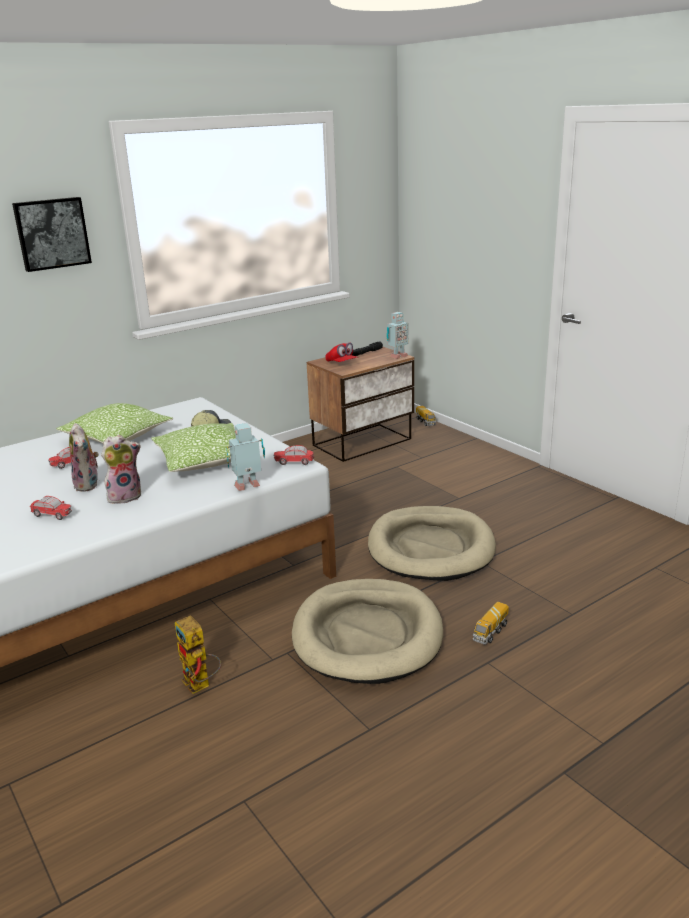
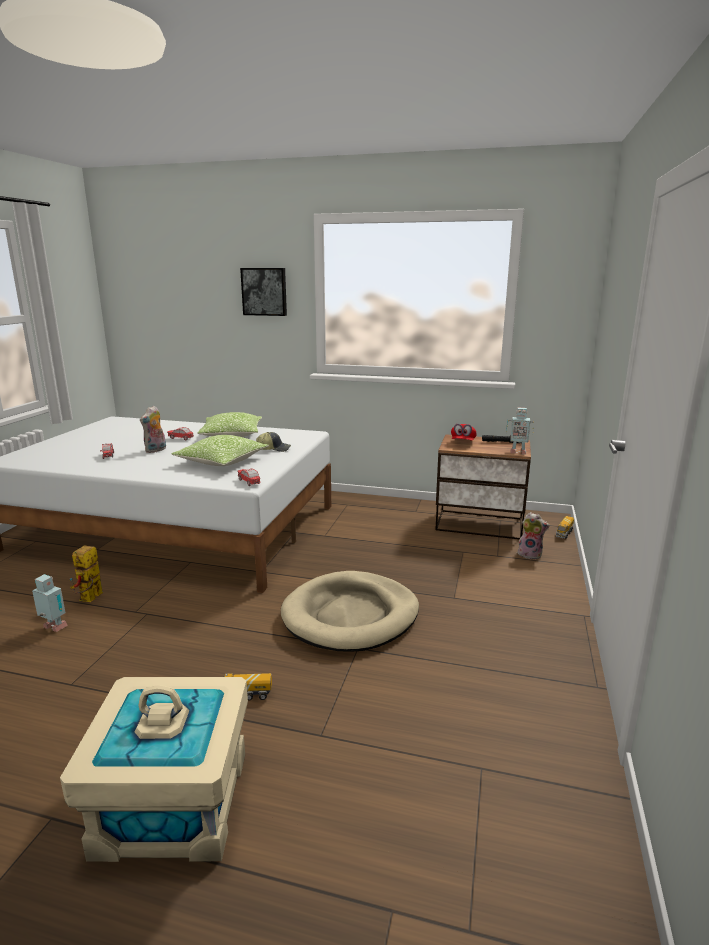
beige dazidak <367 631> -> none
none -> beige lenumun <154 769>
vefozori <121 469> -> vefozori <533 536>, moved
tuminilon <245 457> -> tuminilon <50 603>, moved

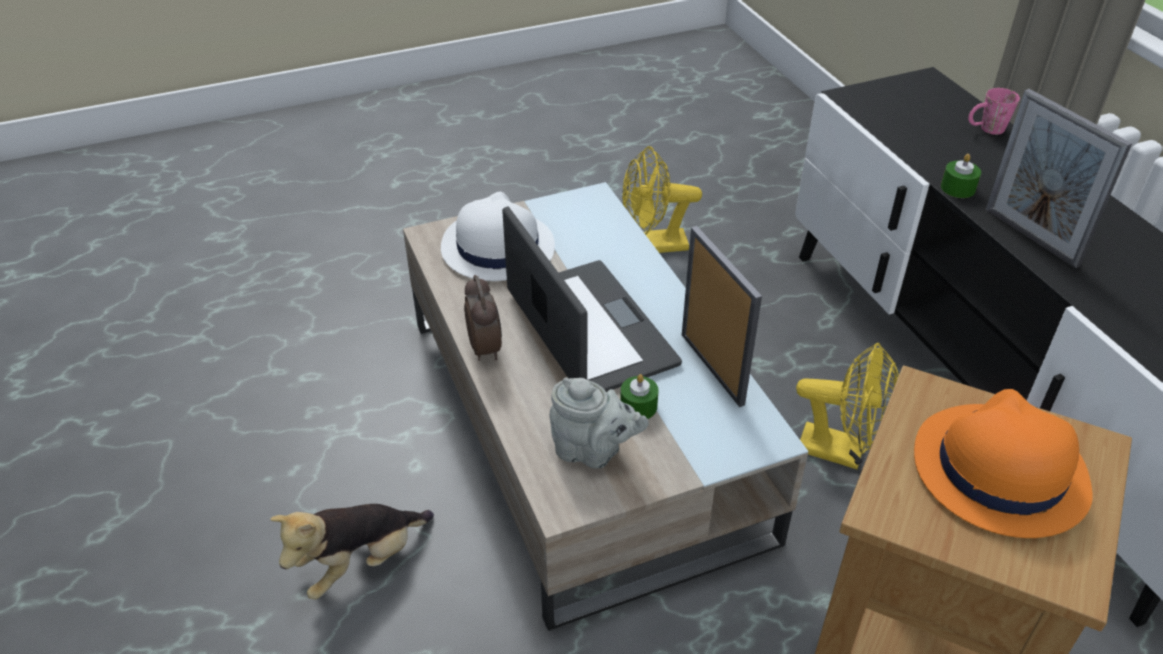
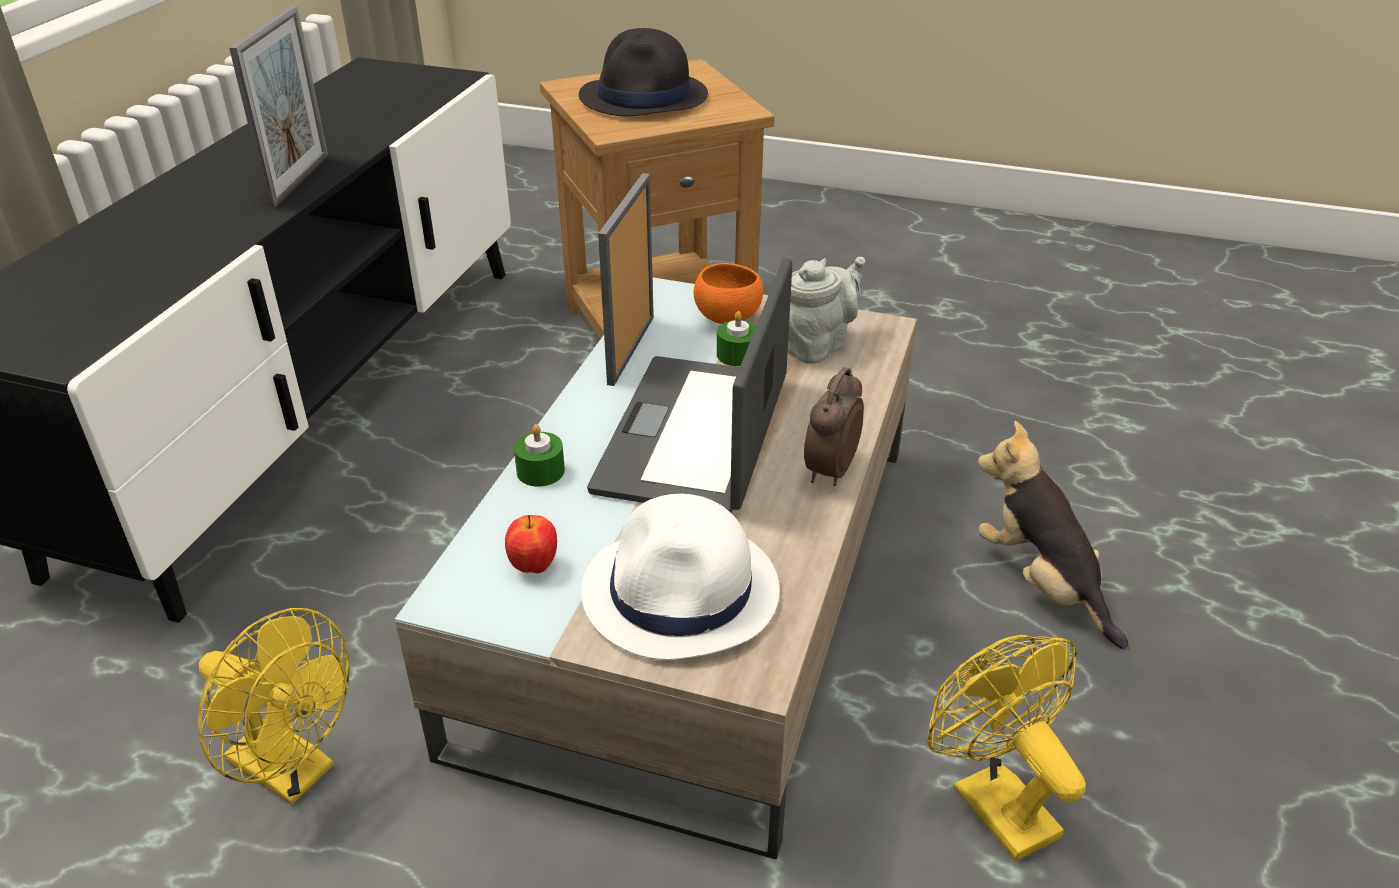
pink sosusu <994 111> -> none
none -> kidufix <531 544>
none -> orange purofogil <728 293>
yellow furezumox <847 406> -> yellow furezumox <1006 748>, moved
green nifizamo <961 176> -> green nifizamo <539 455>, moved
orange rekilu <1003 463> -> black rekilu <643 72>
vefozori <352 552> -> vefozori <1053 535>, 120 degrees counterclockwise
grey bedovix <599 423> -> grey bedovix <826 310>, 75 degrees clockwise

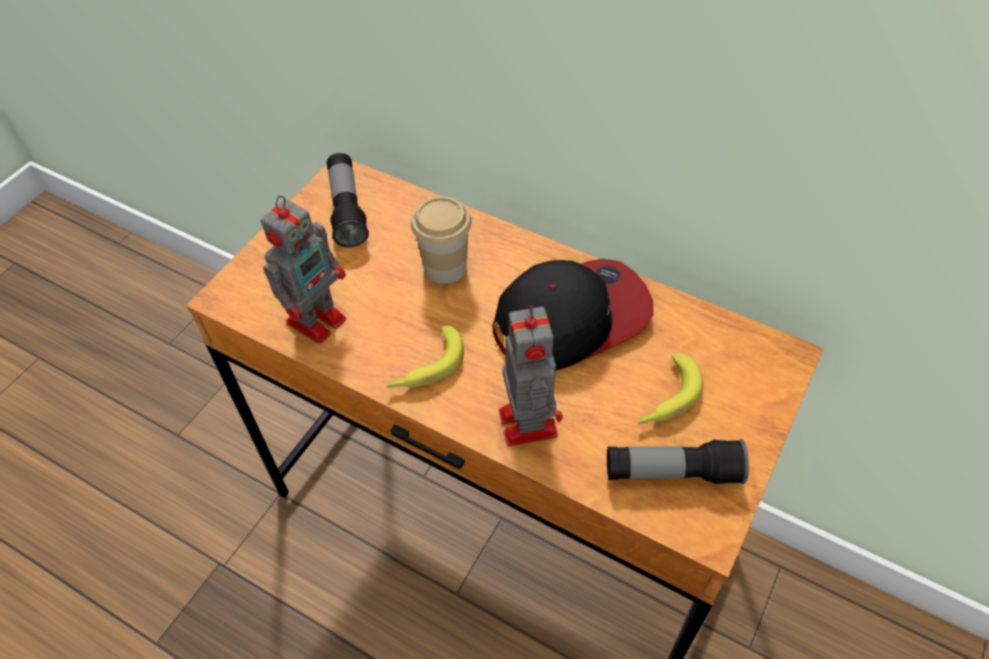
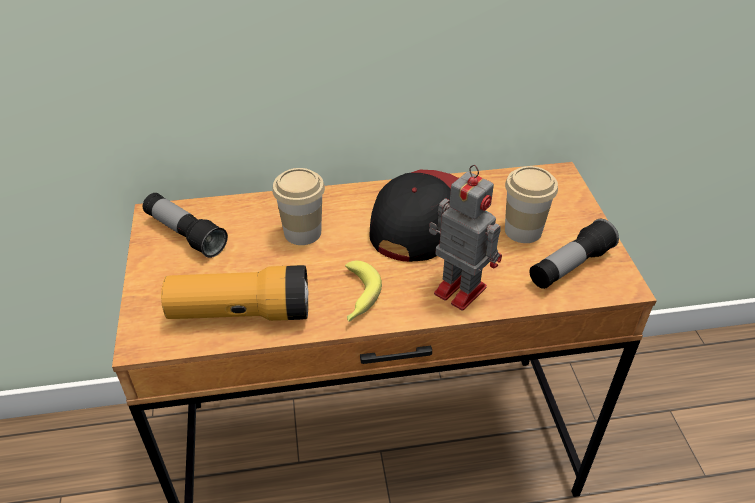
tuminilon <303 270> -> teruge <234 293>
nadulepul <670 388> -> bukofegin <531 204>

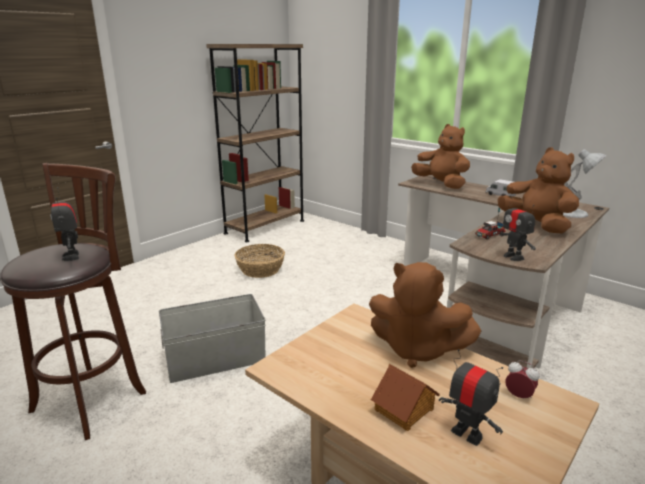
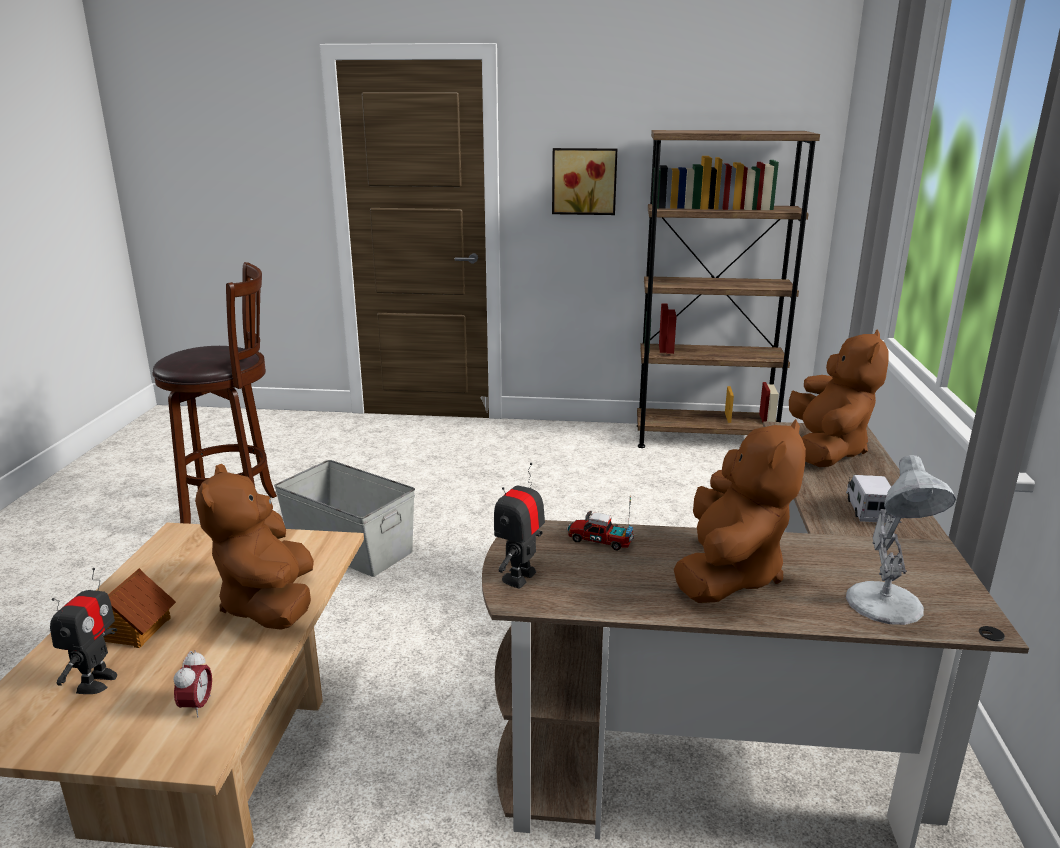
tuminilon <64 224> -> none
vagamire <259 261> -> none
none -> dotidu <584 181>

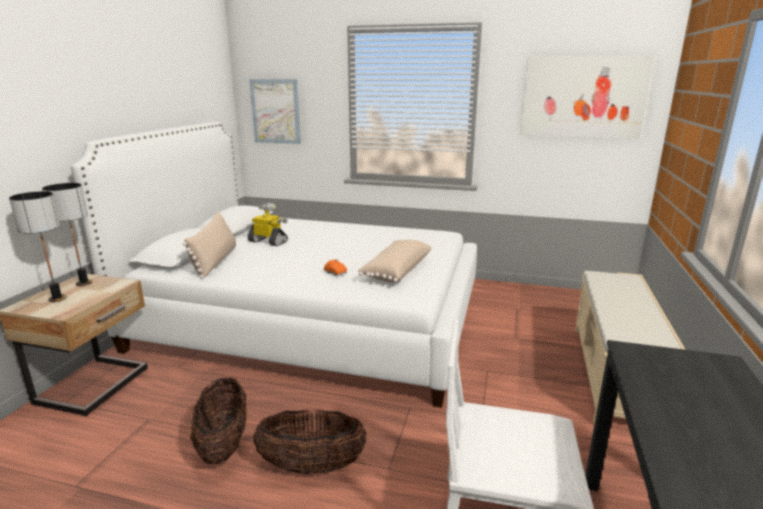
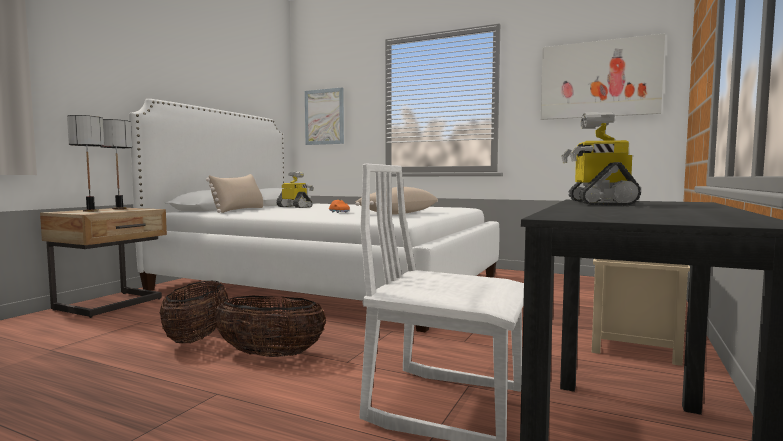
none -> tuminilon <601 159>

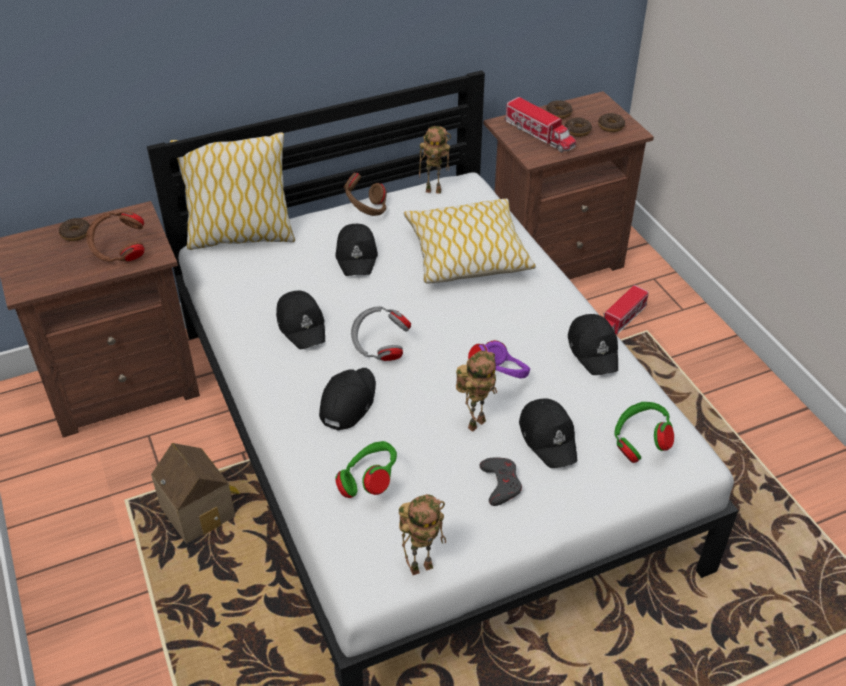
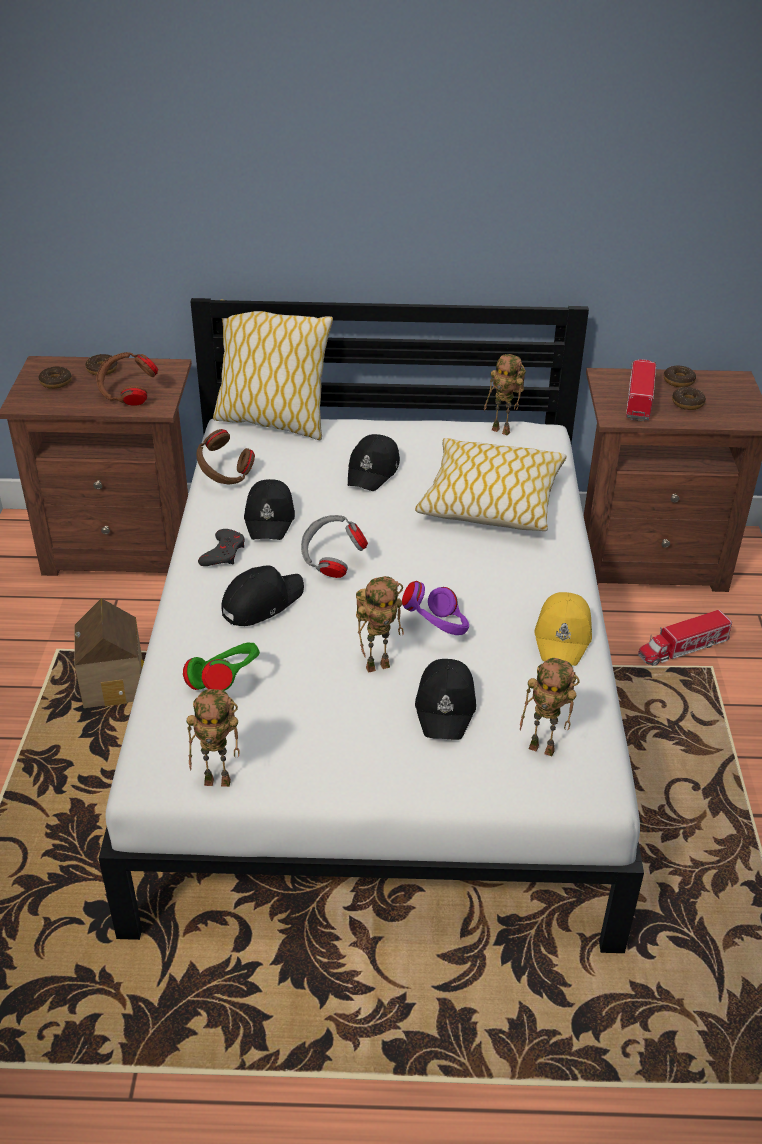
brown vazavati <365 194> -> brown vazavati <225 456>, moved
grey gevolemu <500 482> -> grey gevolemu <221 547>, moved
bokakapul <611 122> -> bokakapul <55 377>, moved
green vazavati <644 432> -> tuminilon <550 707>
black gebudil <593 344> -> yellow gebudil <563 629>
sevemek <540 124> -> sevemek <641 390>, 150 degrees counterclockwise

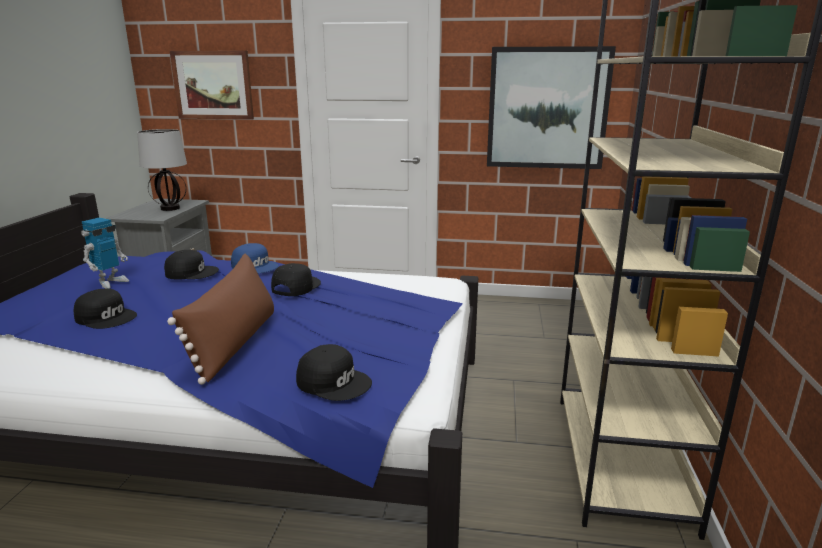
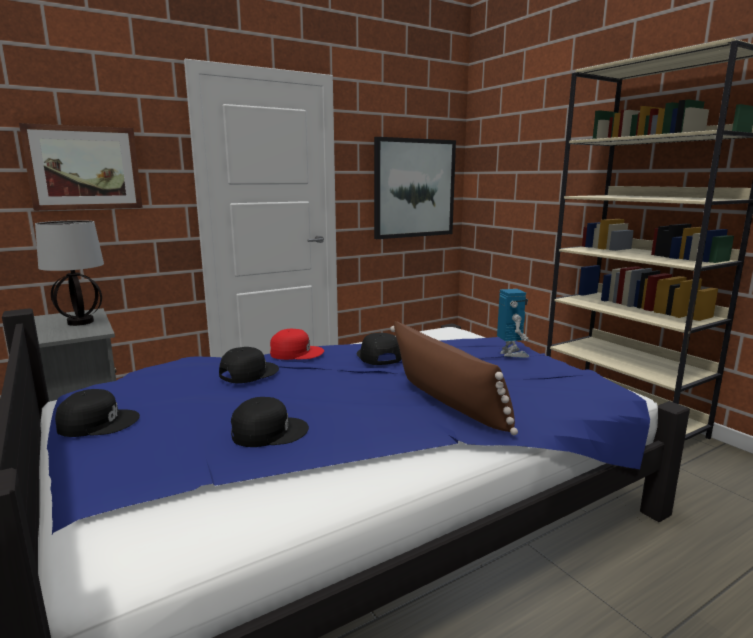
tuminilon <105 253> -> tuminilon <513 323>, moved
black gebudil <334 372> -> black gebudil <97 413>, moved
blue gebudil <255 258> -> red gebudil <297 344>

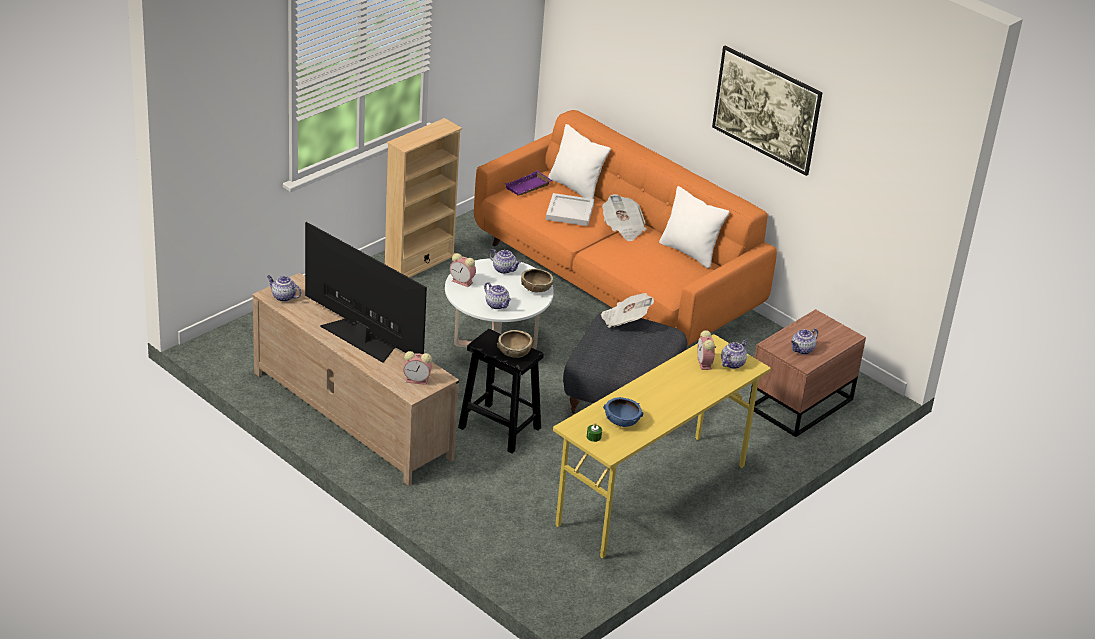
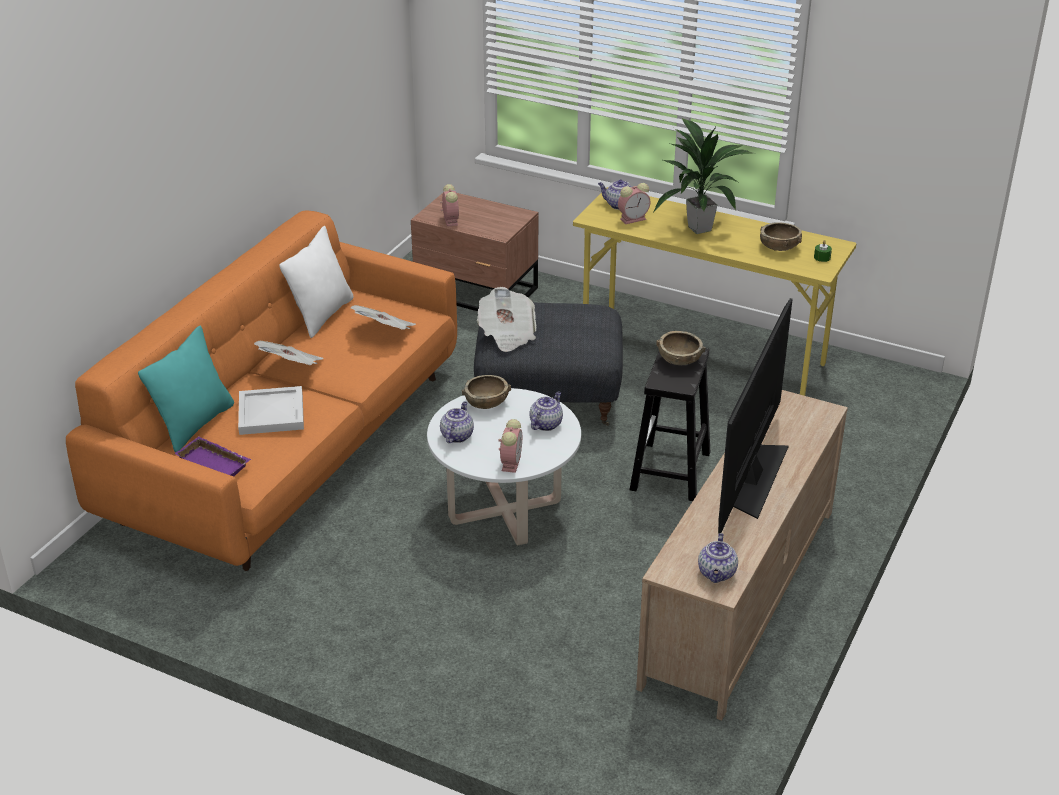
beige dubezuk <423 198> -> none
dotidu <767 111> -> none
bedovix <804 341> -> none
none -> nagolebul <383 317>
none -> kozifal <703 176>
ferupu <417 368> -> ferupu <449 205>, moved
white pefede <579 161> -> turquoise pefede <186 389>
blue purofogil <623 412> -> brown purofogil <781 236>

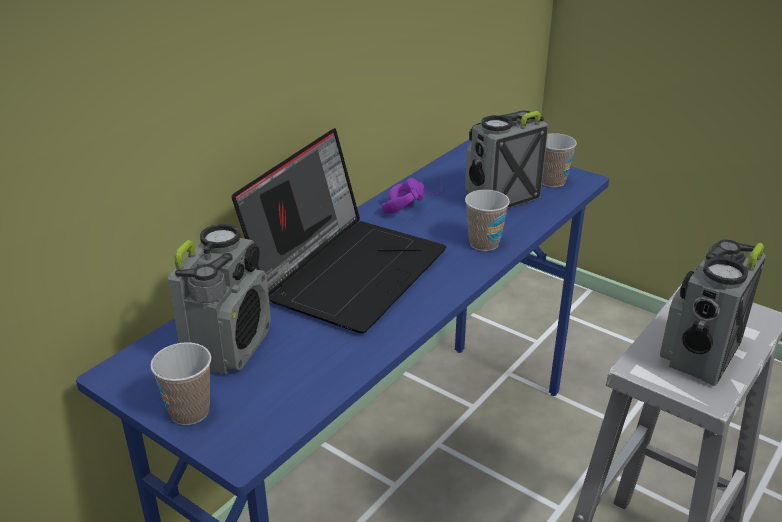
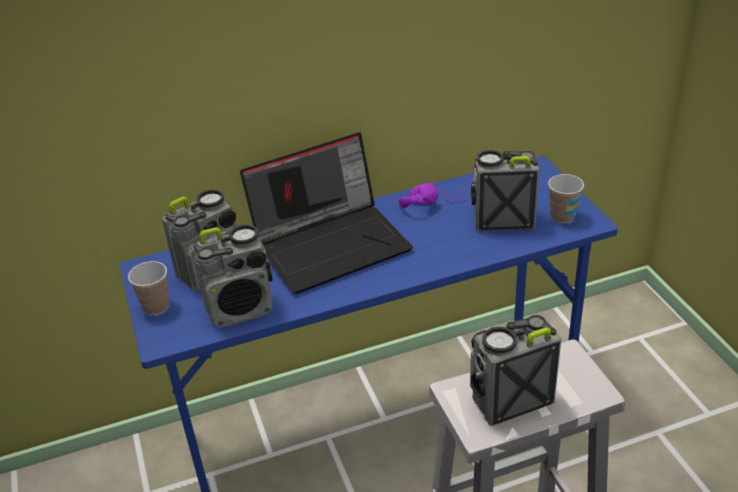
bukofegin <487 220> -> none
none -> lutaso <232 275>

